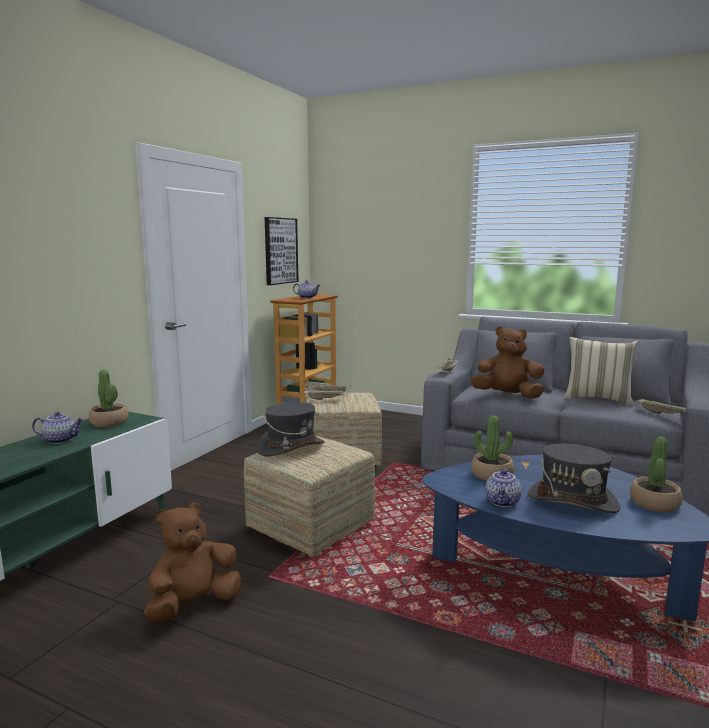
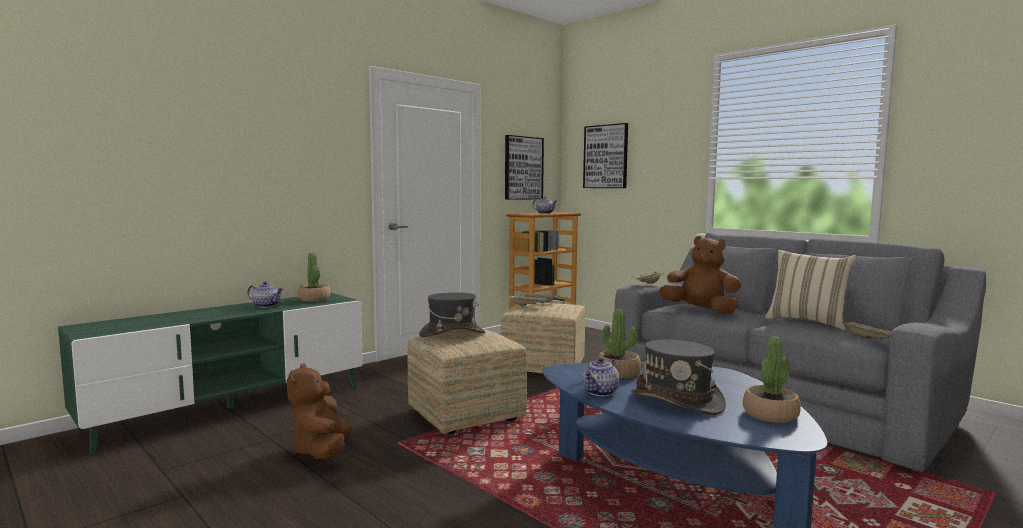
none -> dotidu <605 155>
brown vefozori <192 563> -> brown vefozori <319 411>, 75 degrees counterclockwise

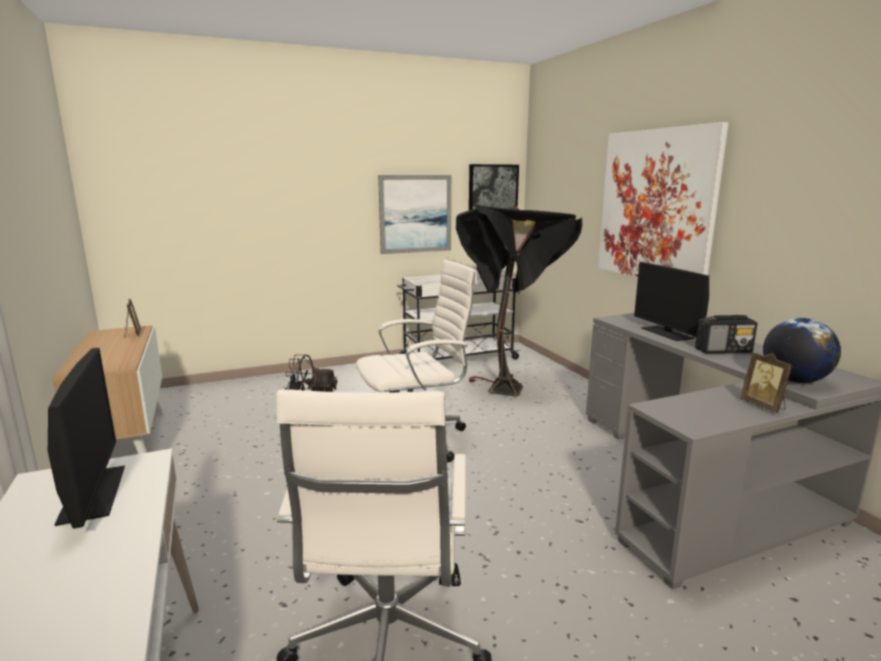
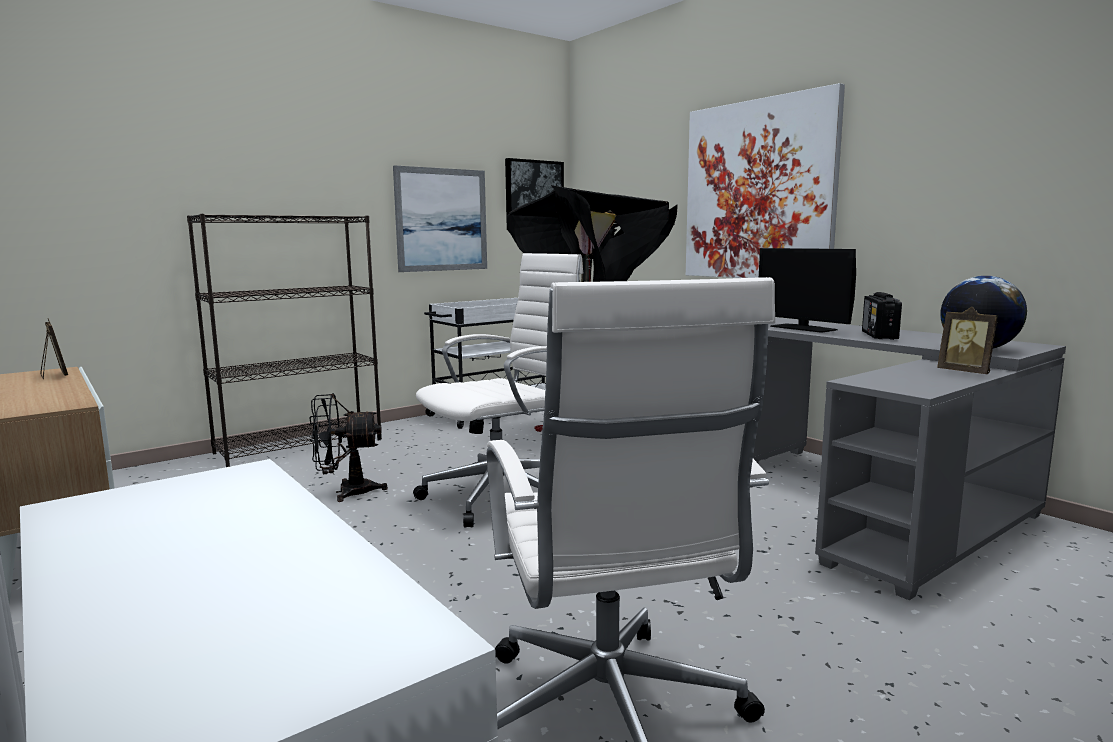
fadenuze <86 438> -> none
none -> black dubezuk <284 340>
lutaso <726 334> -> lutaso <882 316>, 120 degrees clockwise

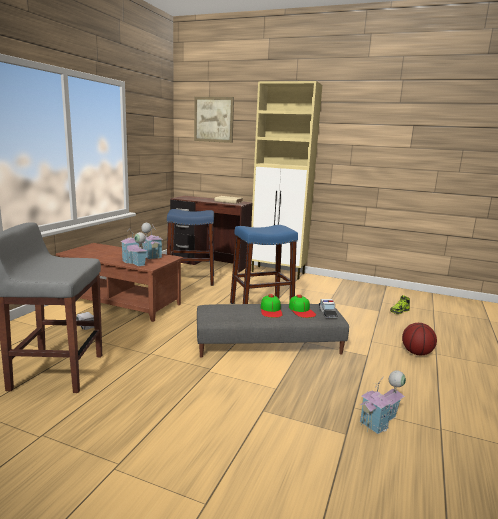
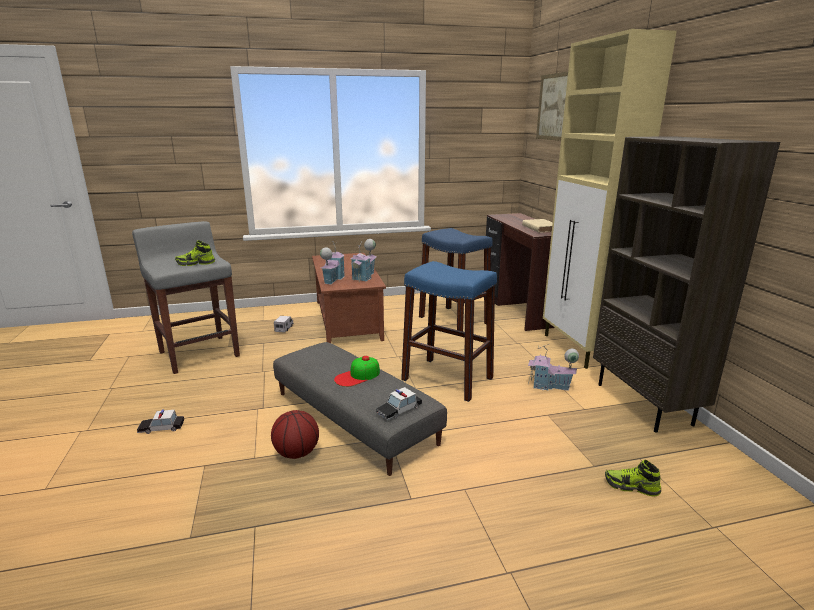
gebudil <302 306> -> none
none -> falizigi <160 421>
none -> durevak <195 253>
none -> brown dubezuk <686 284>
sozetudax <382 402> -> sozetudax <553 367>, moved
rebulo <419 339> -> rebulo <295 434>, moved

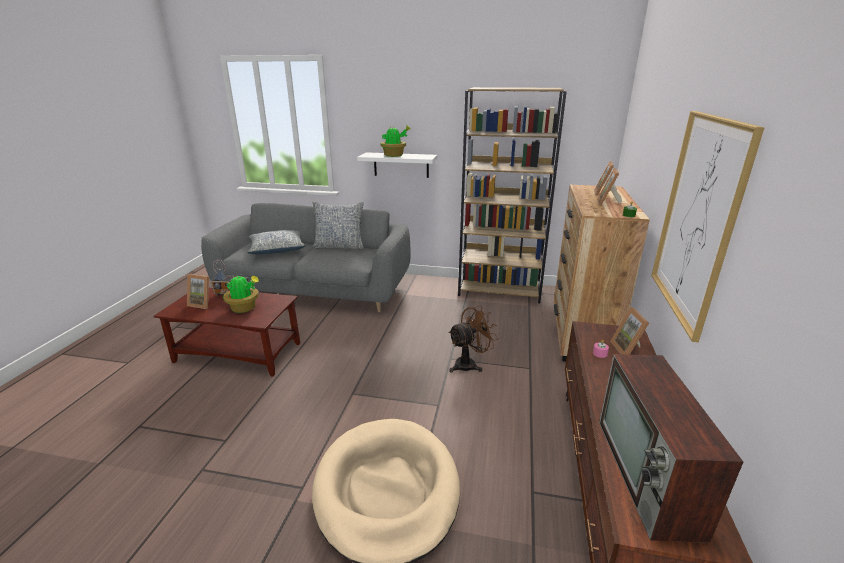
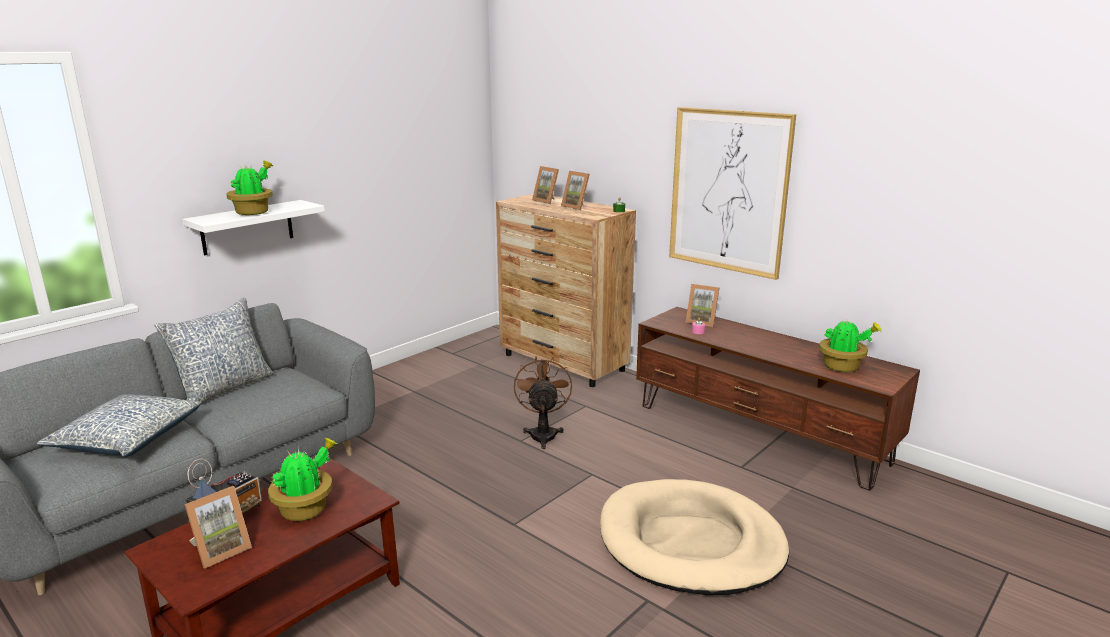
brown dubezuk <512 195> -> none
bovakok <671 448> -> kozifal <850 345>

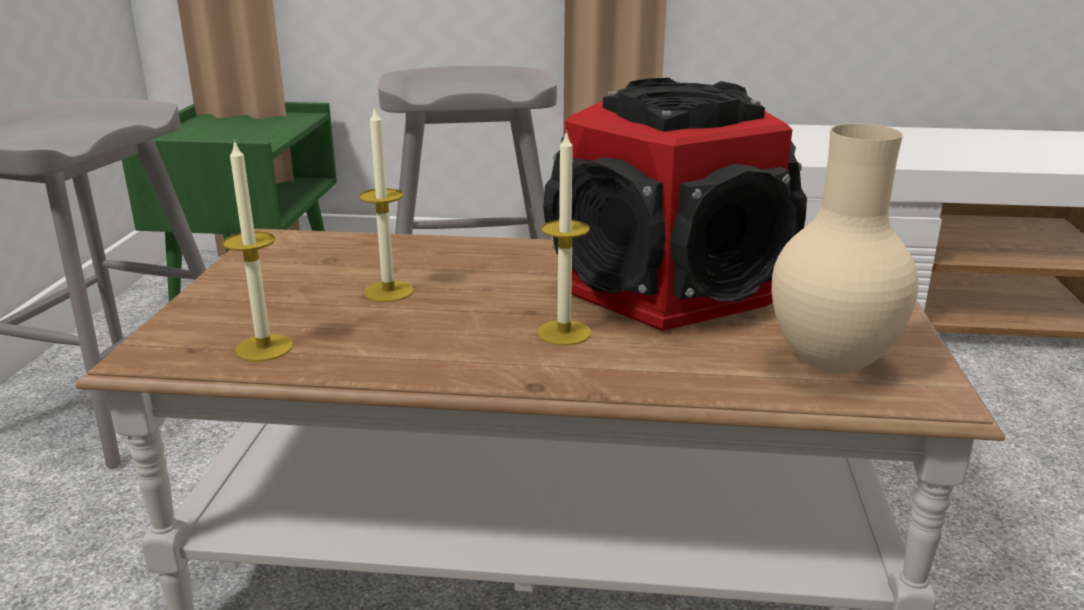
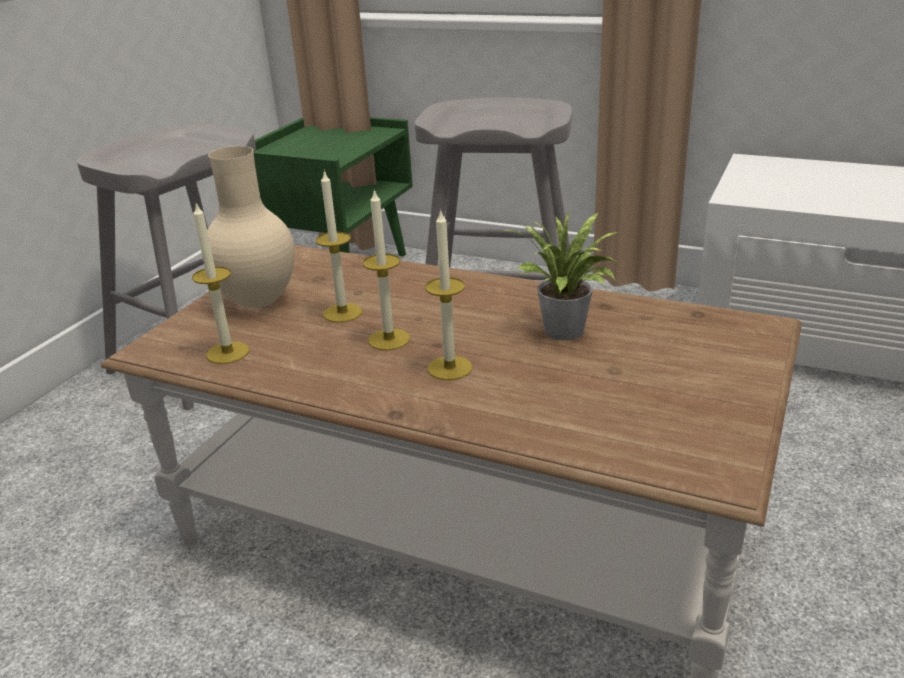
none -> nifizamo <386 270>
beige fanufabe <845 249> -> beige fanufabe <251 227>, moved
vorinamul <675 204> -> kozifal <560 275>

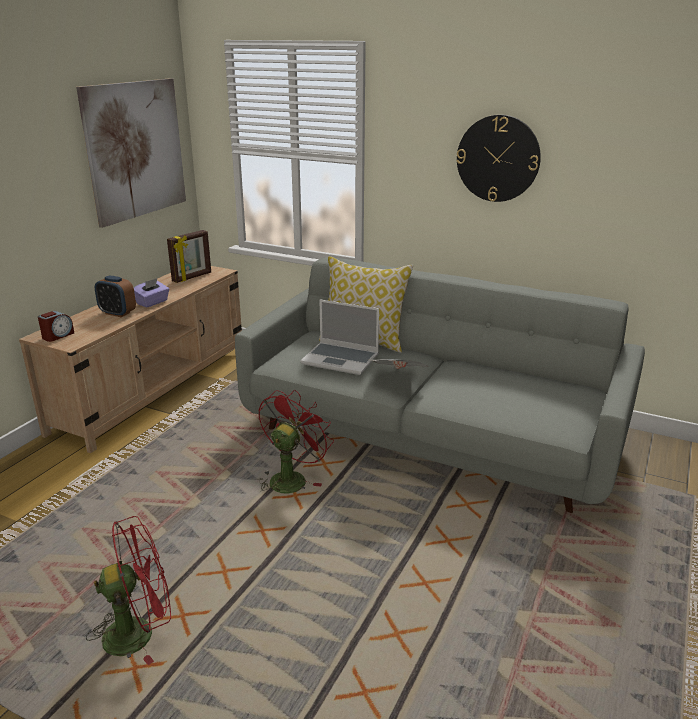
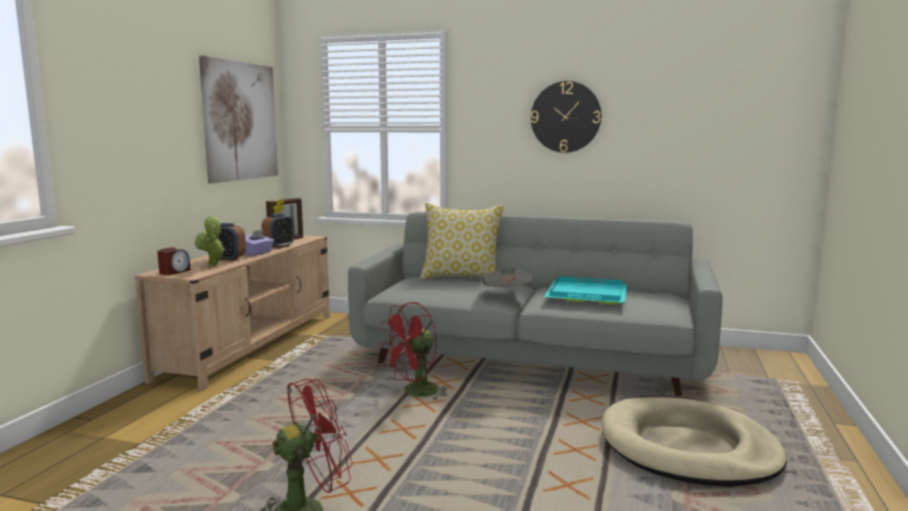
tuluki <340 337> -> none
none -> kozifal <210 241>
none -> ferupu <278 231>
none -> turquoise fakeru <585 290>
none -> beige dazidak <694 442>
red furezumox <296 442> -> red furezumox <413 351>, 150 degrees counterclockwise

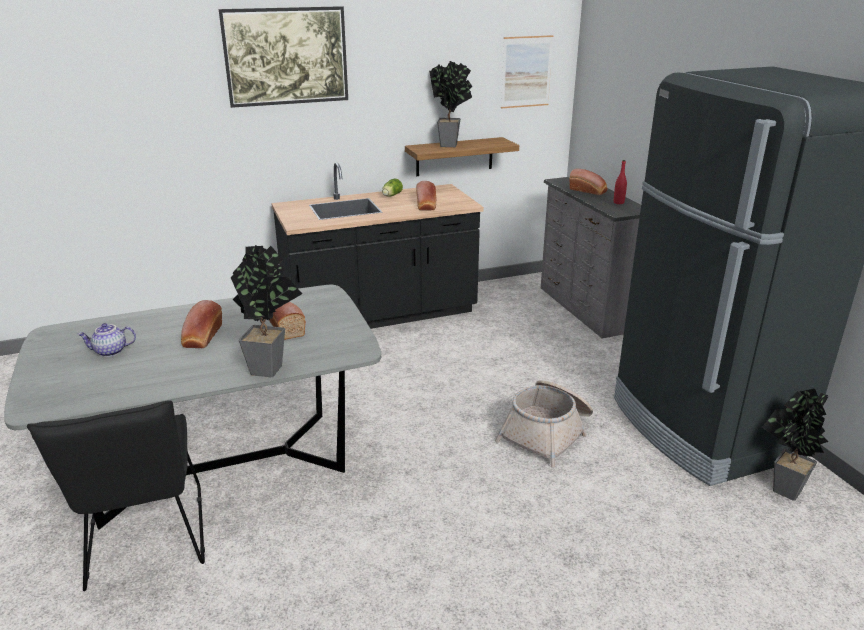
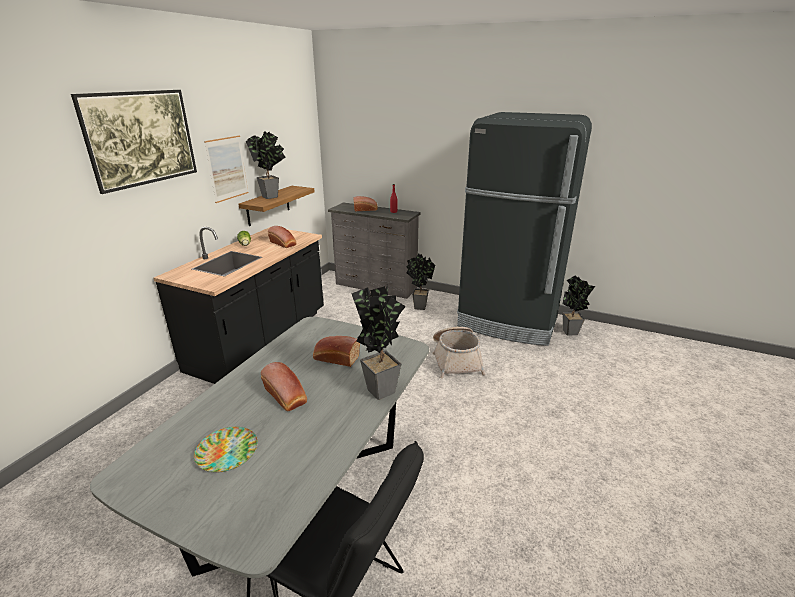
none -> kozifal <420 282>
dotidu <527 72> -> dotidu <226 169>, moved
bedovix <106 340> -> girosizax <226 450>

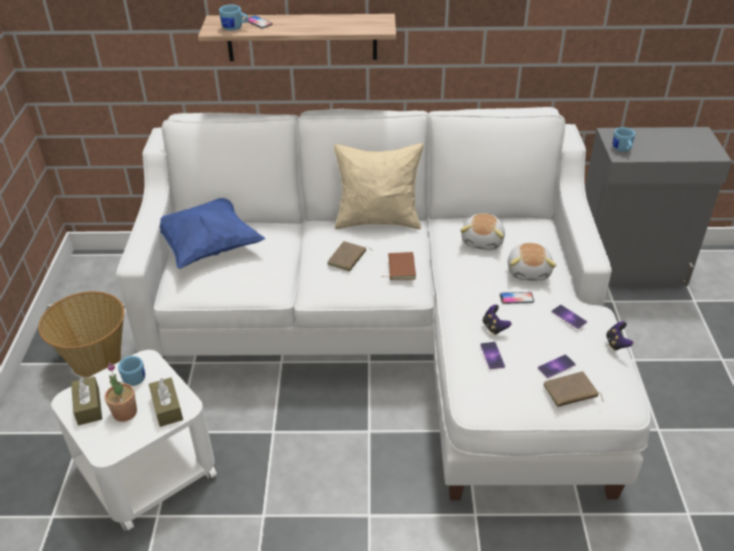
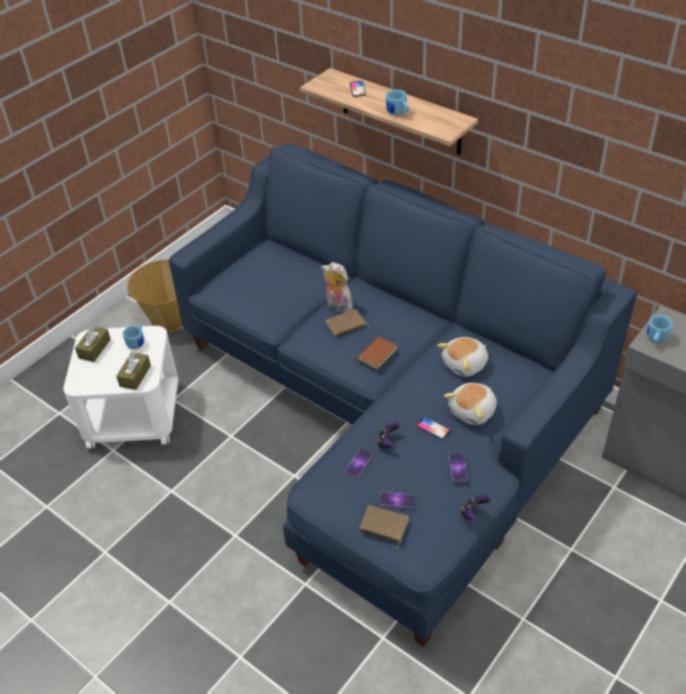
kozifal <121 392> -> none
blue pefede <212 233> -> none
beige pefede <379 186> -> none
none -> vefozori <337 287>
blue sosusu <233 18> -> blue sosusu <397 102>, moved
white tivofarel <384 303> -> blue tivofarel <403 395>

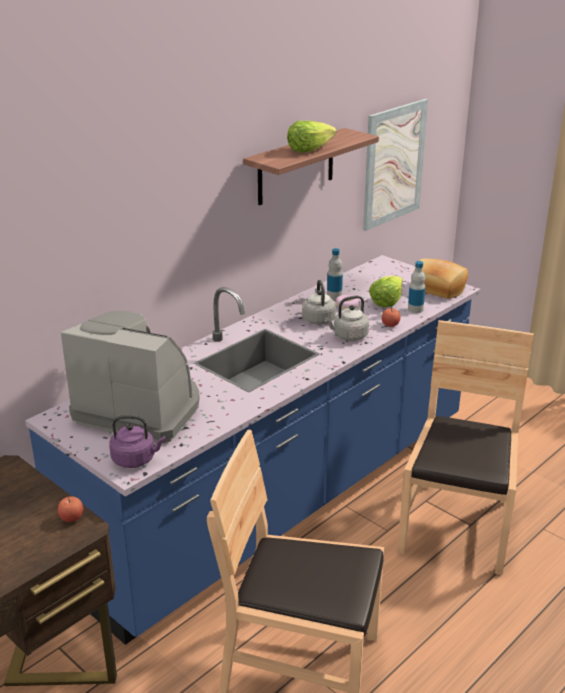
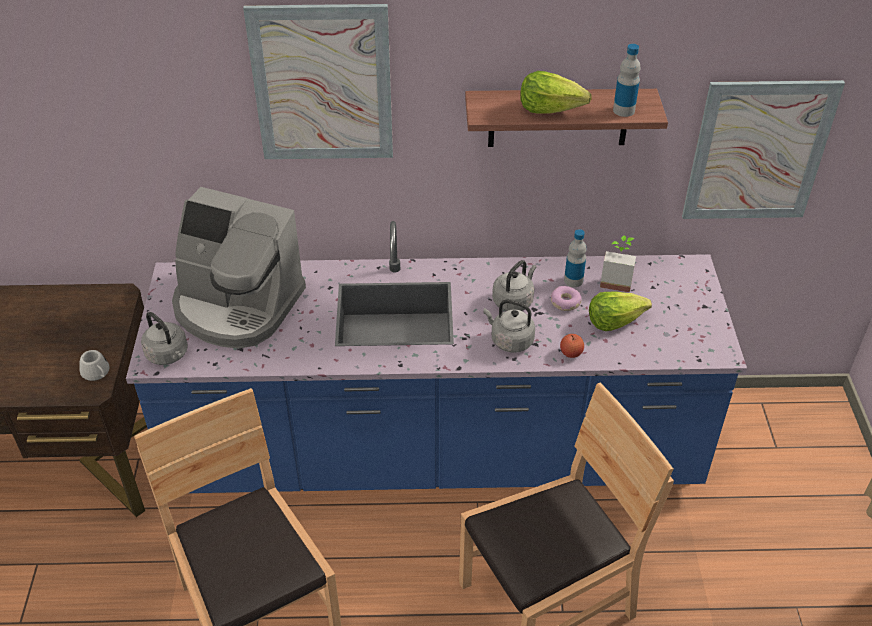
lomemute <441 278> -> none
none -> dotidu <318 81>
none -> kozifal <618 264>
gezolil <416 287> -> gezolil <627 80>, moved
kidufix <70 509> -> white sosusu <94 365>
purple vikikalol <137 441> -> grey vikikalol <164 338>
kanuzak <130 377> -> kanuzak <239 267>, 135 degrees clockwise

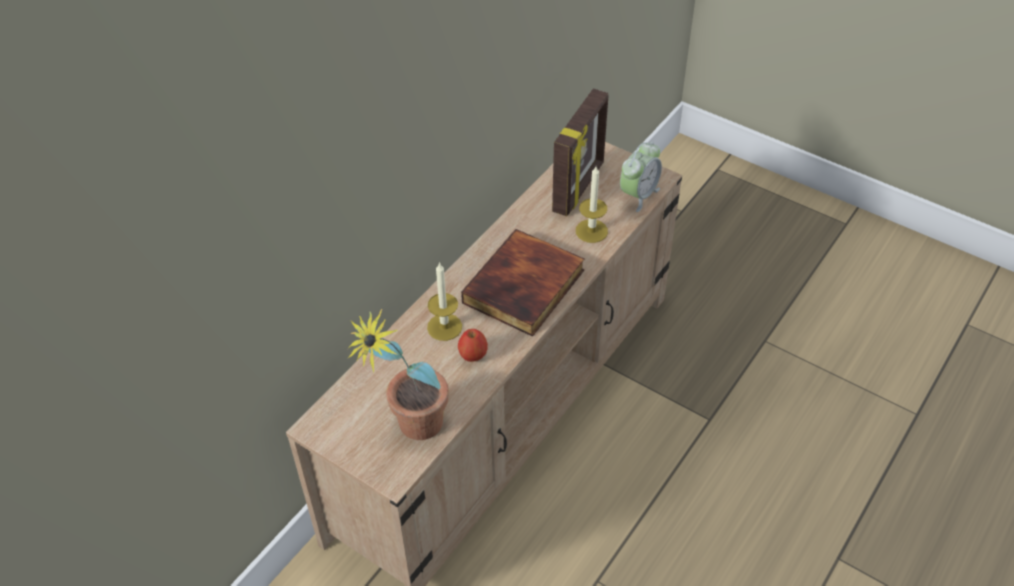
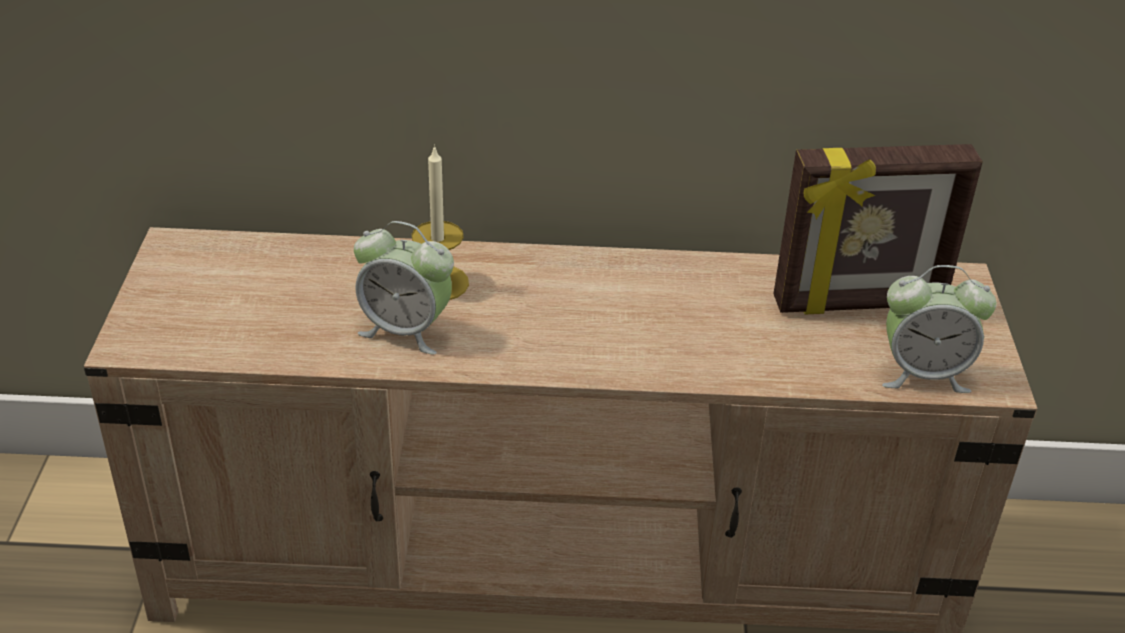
kozifal <398 374> -> none
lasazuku <523 283> -> none
nifizamo <592 204> -> none
kidufix <473 345> -> ferupu <404 288>

